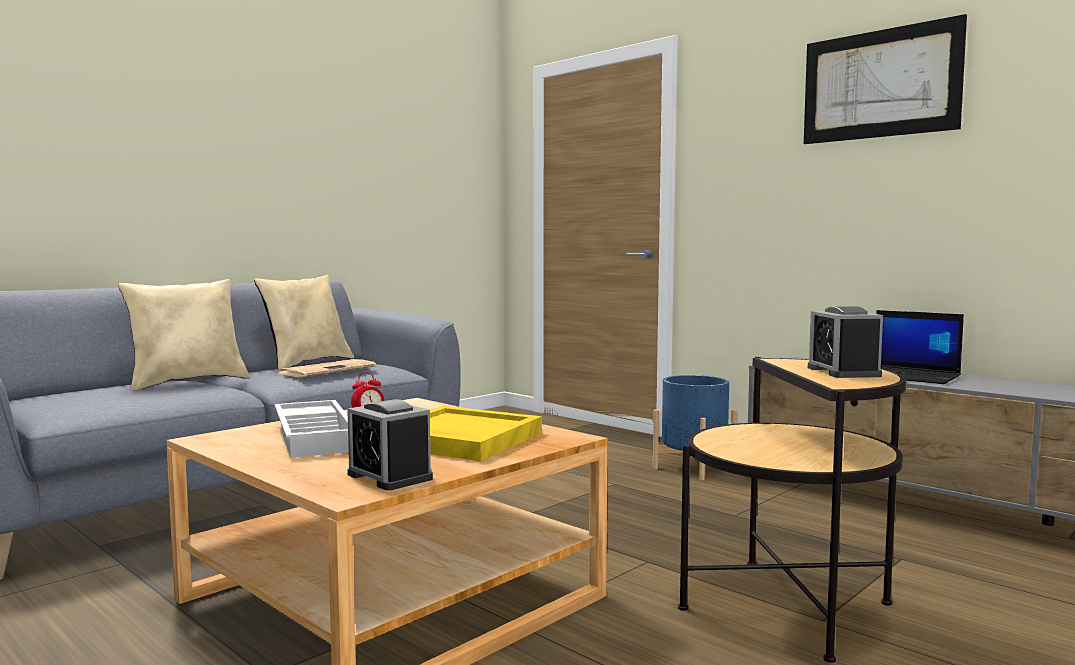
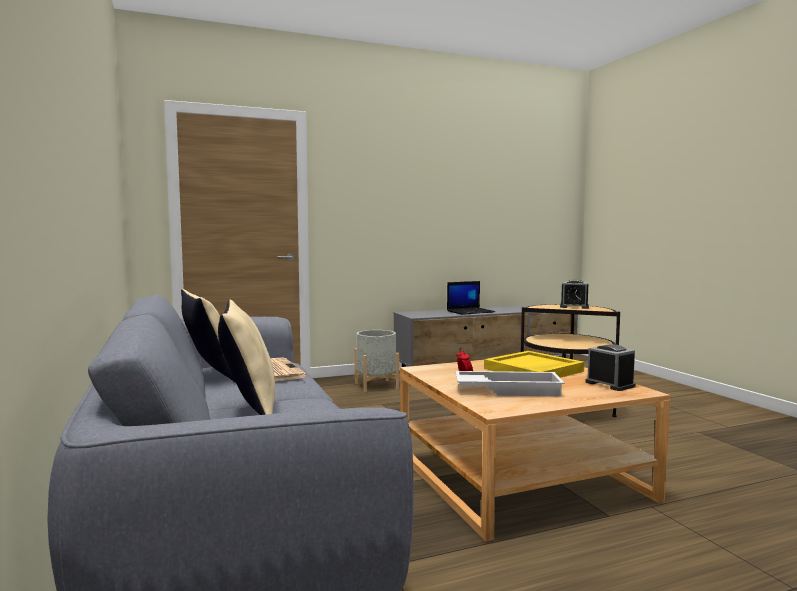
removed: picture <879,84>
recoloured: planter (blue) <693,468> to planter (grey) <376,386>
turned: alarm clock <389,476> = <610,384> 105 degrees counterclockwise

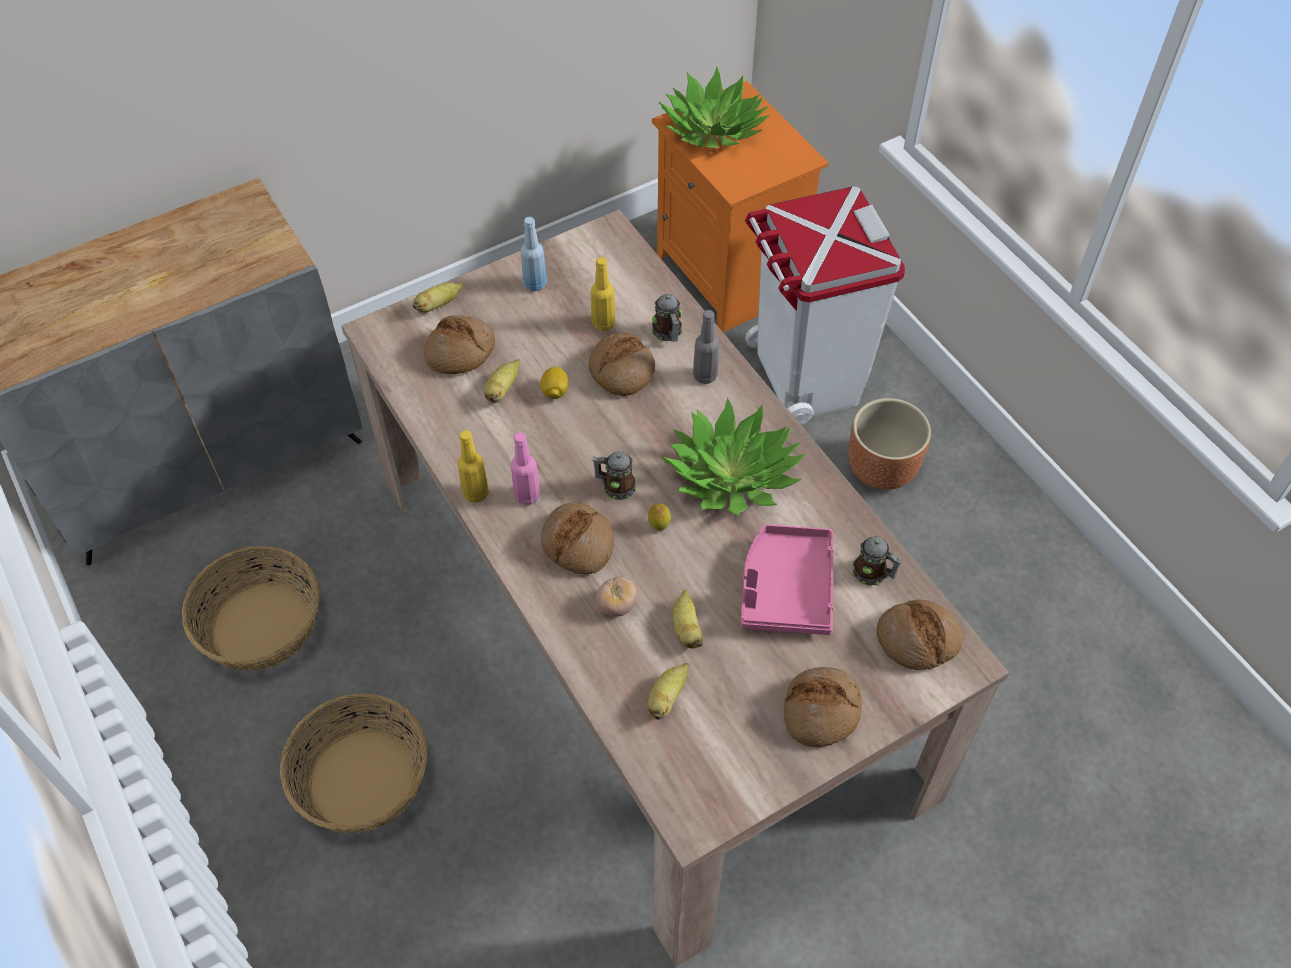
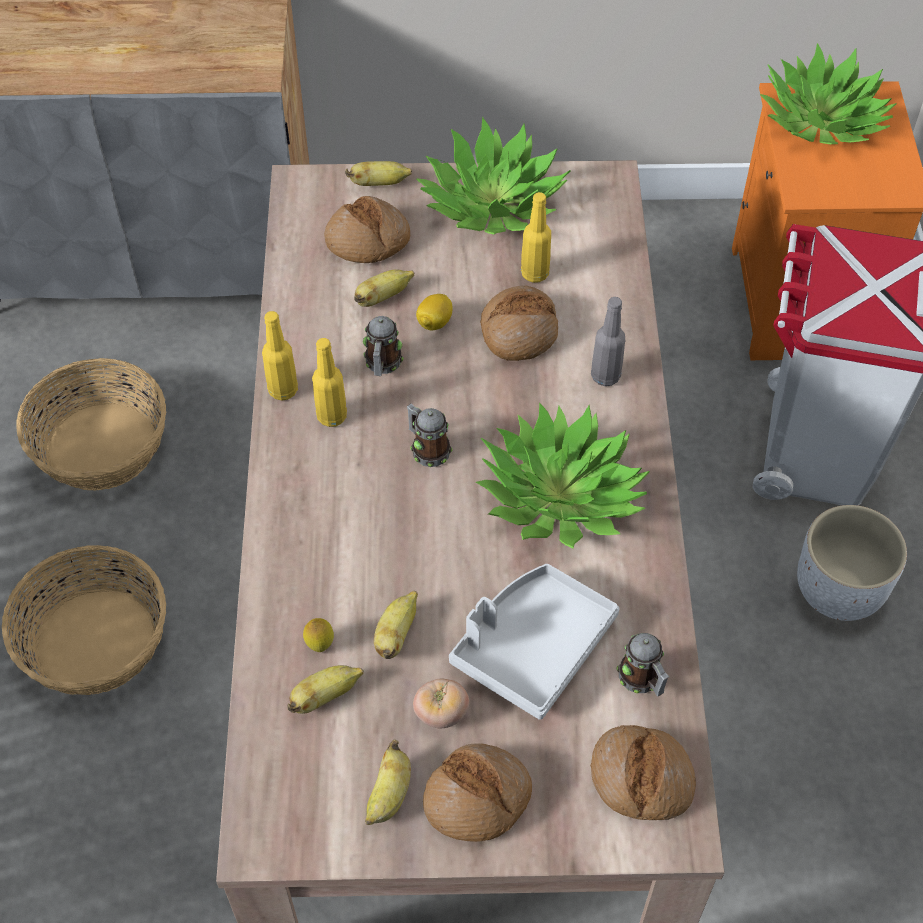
removed: bread <578,544>
added: banana <389,795>
moved: mug <668,333> to <382,364>; lemon <659,525> to <320,645>; tomato <617,606> to <441,713>
replaced: bottle (blue) <535,284> to potted plant <492,202>
recoloured: planter (brown) <882,468> to planter (white) <839,590>; bottle (pink) <527,495> to bottle (yellow) <331,416>; tray (pink) <786,588> to tray (grey) <532,646>

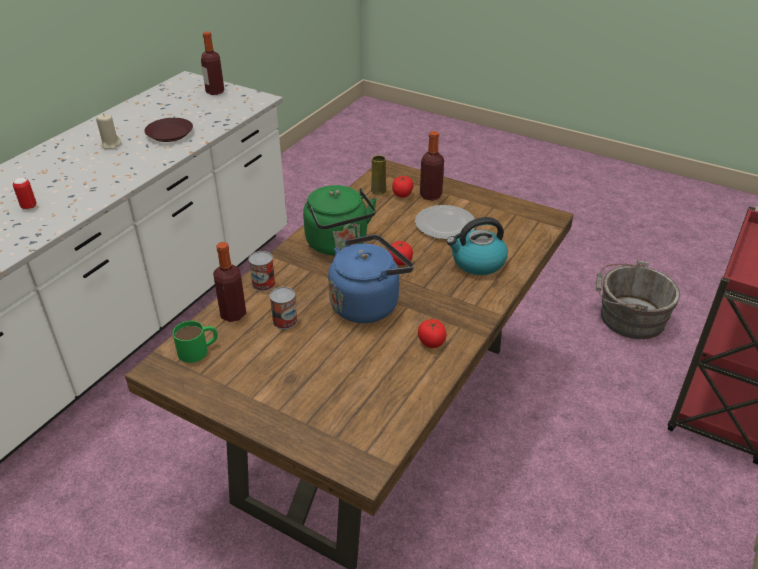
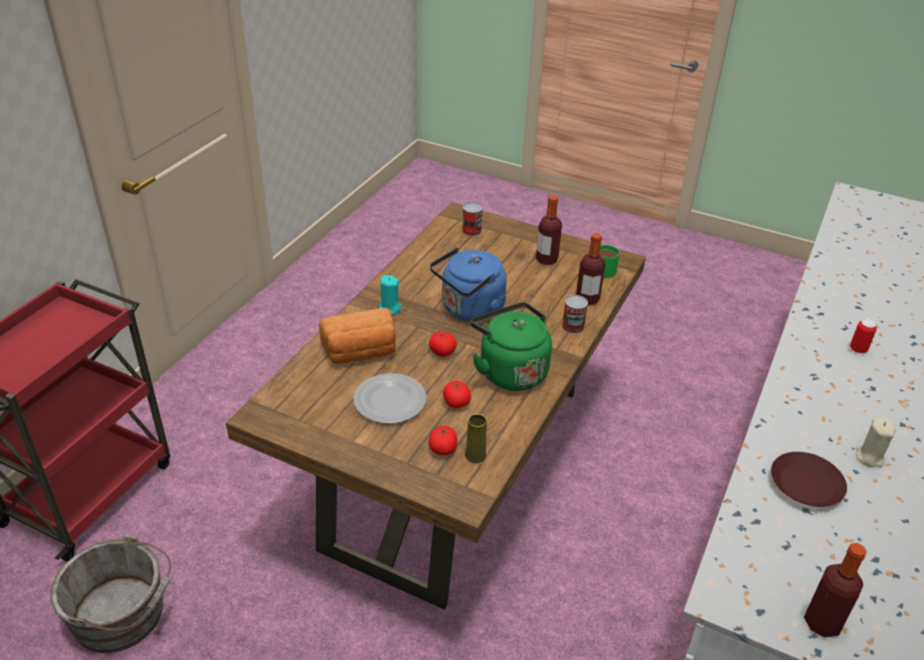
added: candle (turquoise) <389,308>
moved: bottle <430,195> to <546,259>; can <285,321> to <471,230>; tomato <431,342> to <456,403>
replaced: kettle <477,262> to bread <360,353>

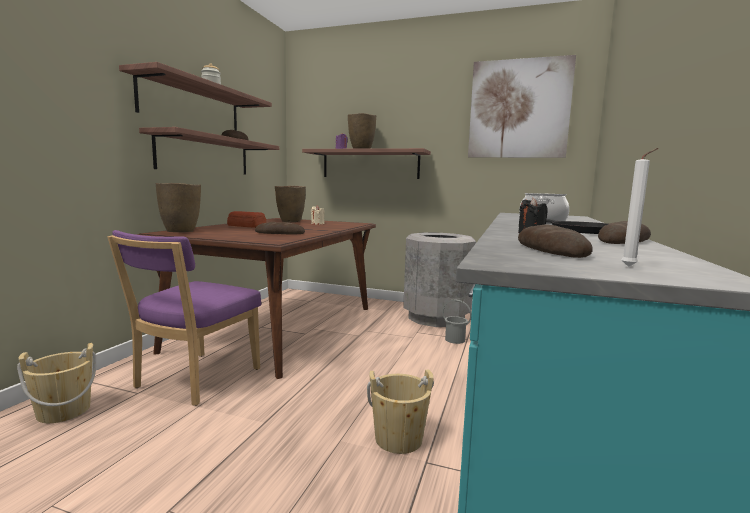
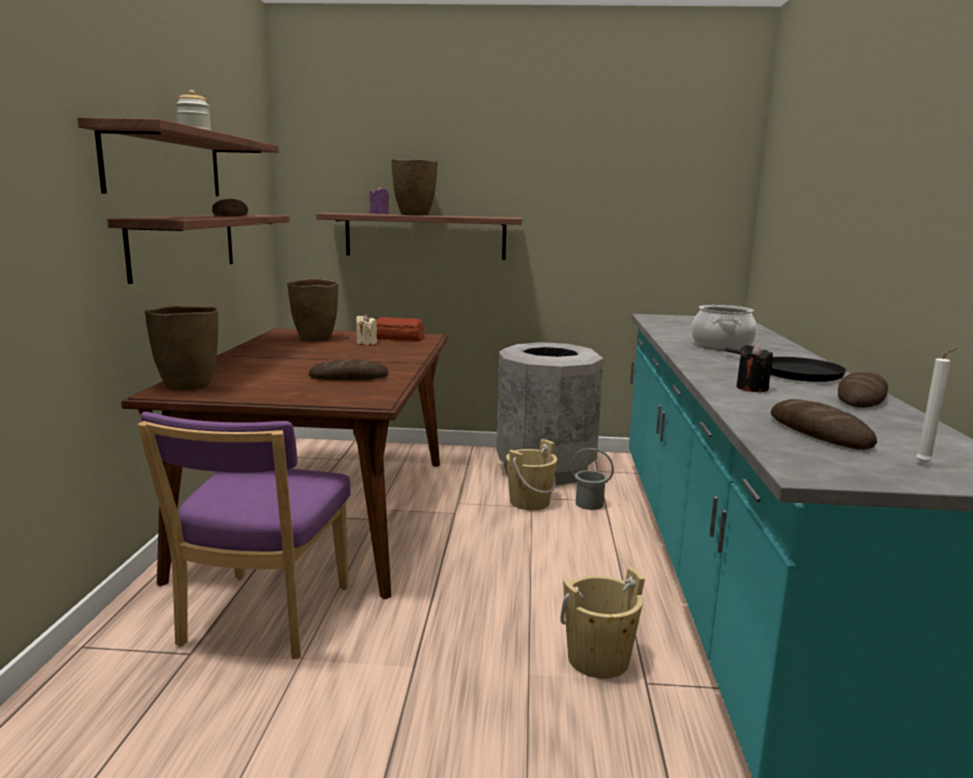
removed: picture <519,109>
moved: bread <246,226> to <397,338>; bucket (beige) <63,411> to <529,502>

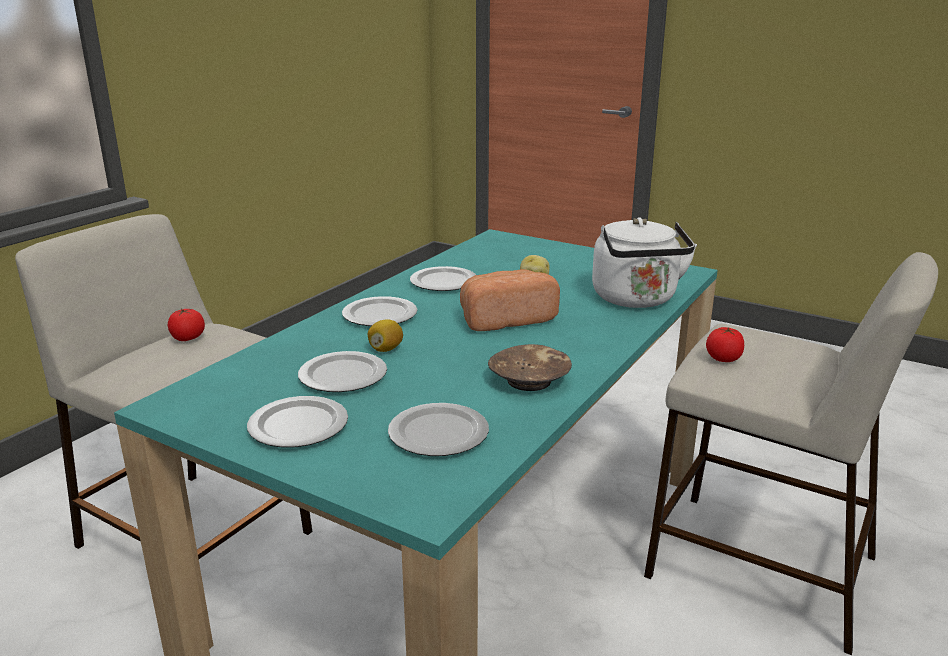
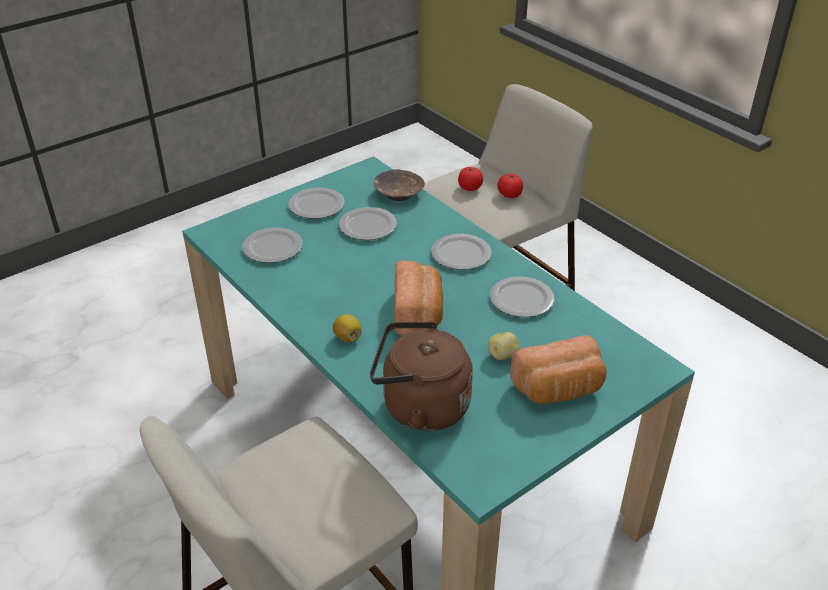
added: bread <559,389>
moved: lemon <385,349> to <348,337>; tomato <723,358> to <470,187>; bowl (brown) <530,380> to <398,194>
recoloured: kettle (white) <636,300> to kettle (brown) <420,407>

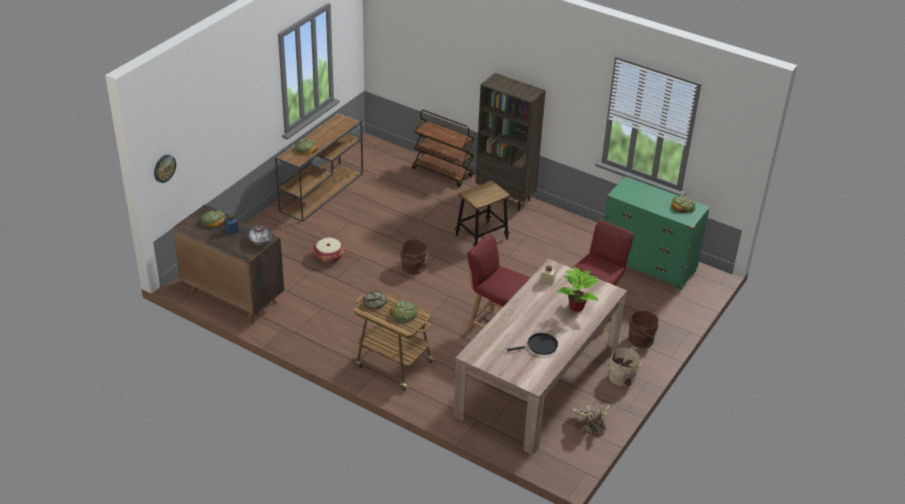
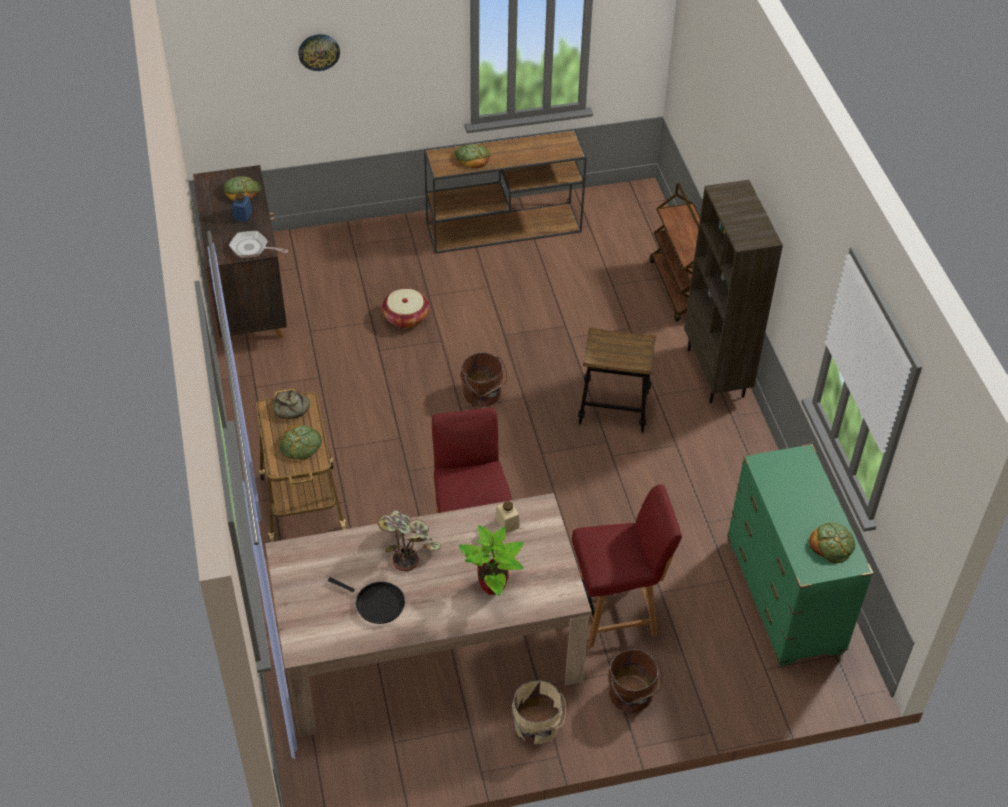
moved: wall clock <164,168> to <319,51>; potted plant <589,423> to <407,547>
replaced: bowl <261,241> to frying pan <252,248>

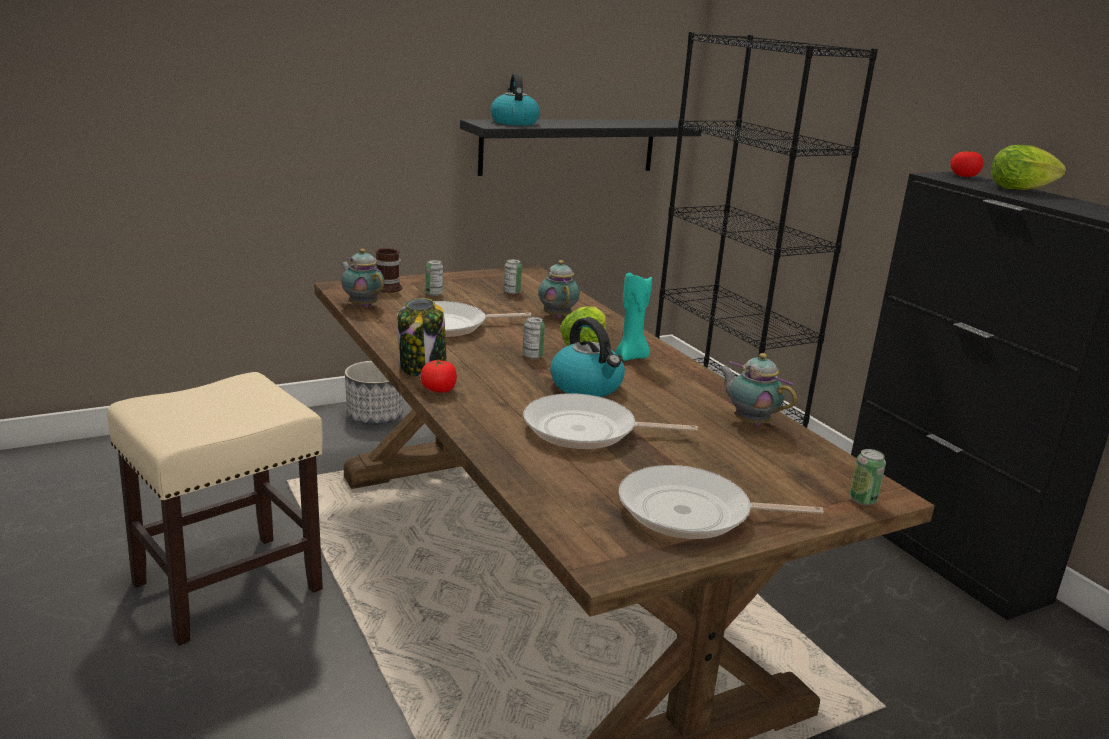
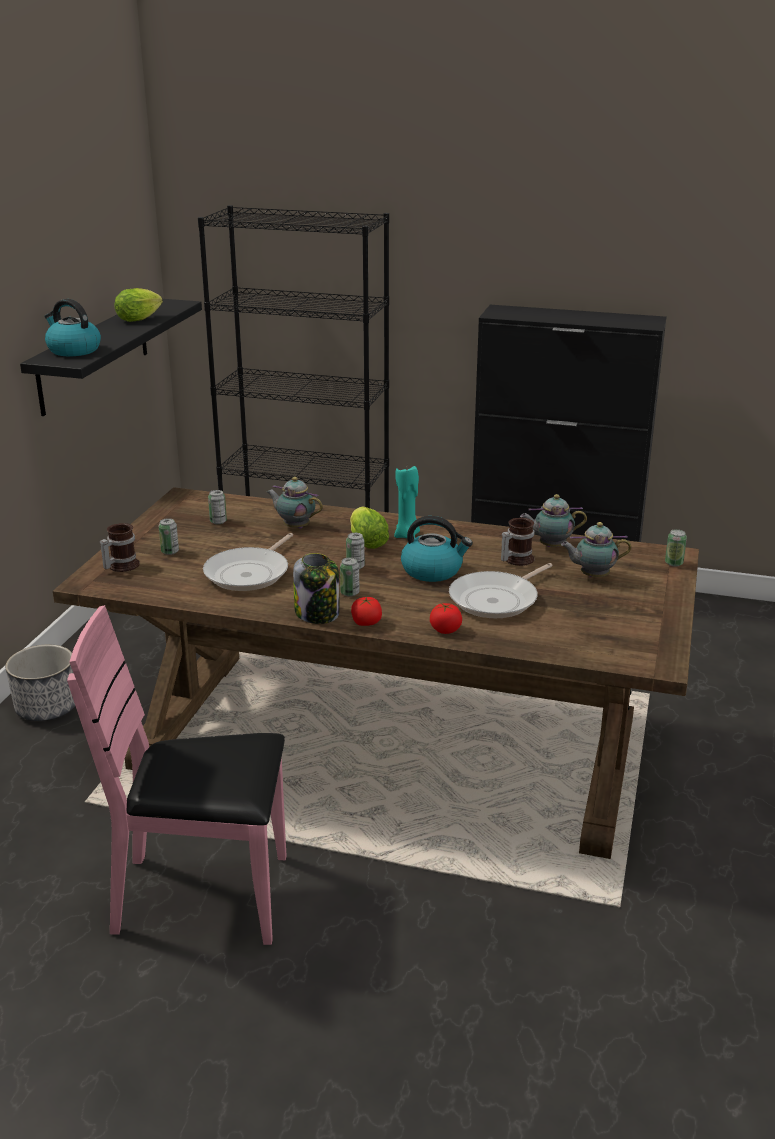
removed: frying pan <692,513>
added: mug <515,559>; can <350,593>
moved: lettuce <1023,189> to <141,319>; tomato <964,176> to <445,630>; teapot <362,305> to <592,576>
replaced: stool (beige) <230,585> to chair (pink) <204,896>

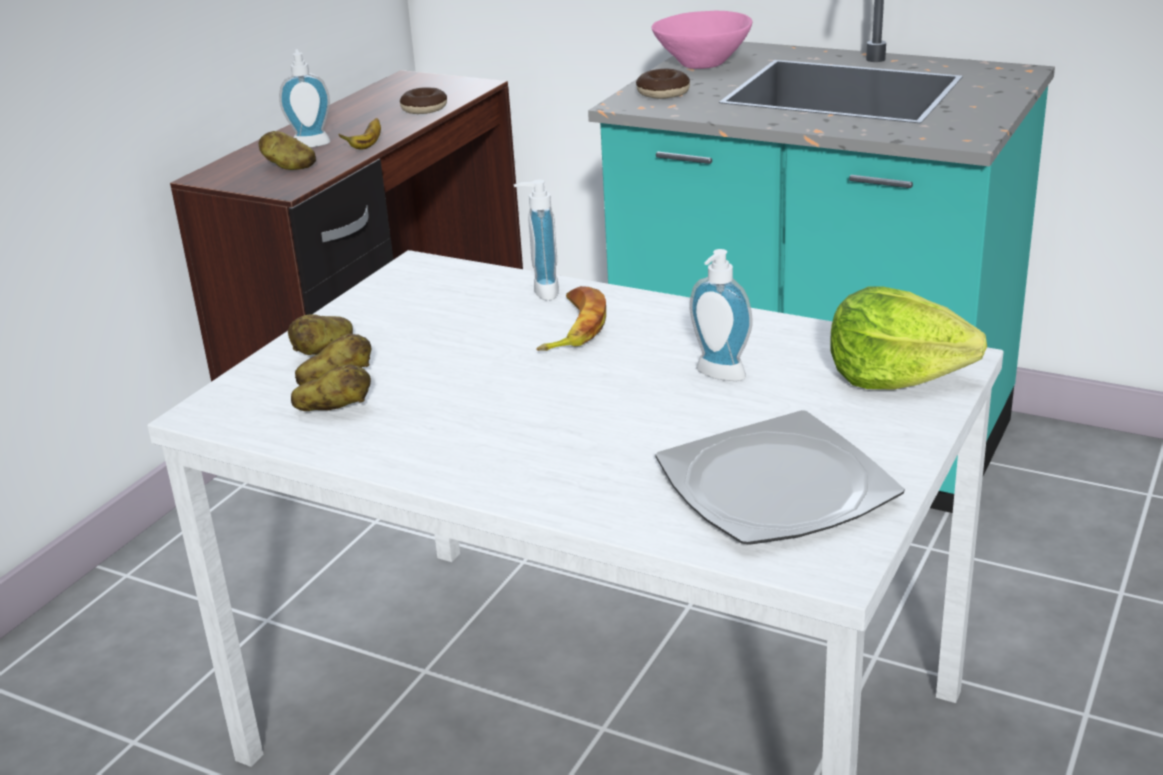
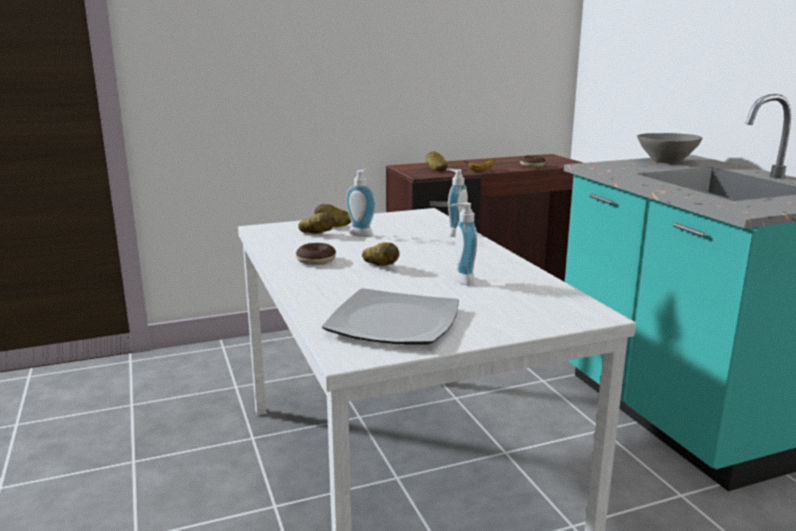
removed: banana <572,328>; lettuce <896,375>
moved: soap dispenser <311,143> to <362,234>; donut <663,93> to <316,260>; potato <334,409> to <381,266>
recoloured: bowl (pink) <701,63> to bowl (grey) <665,161>

